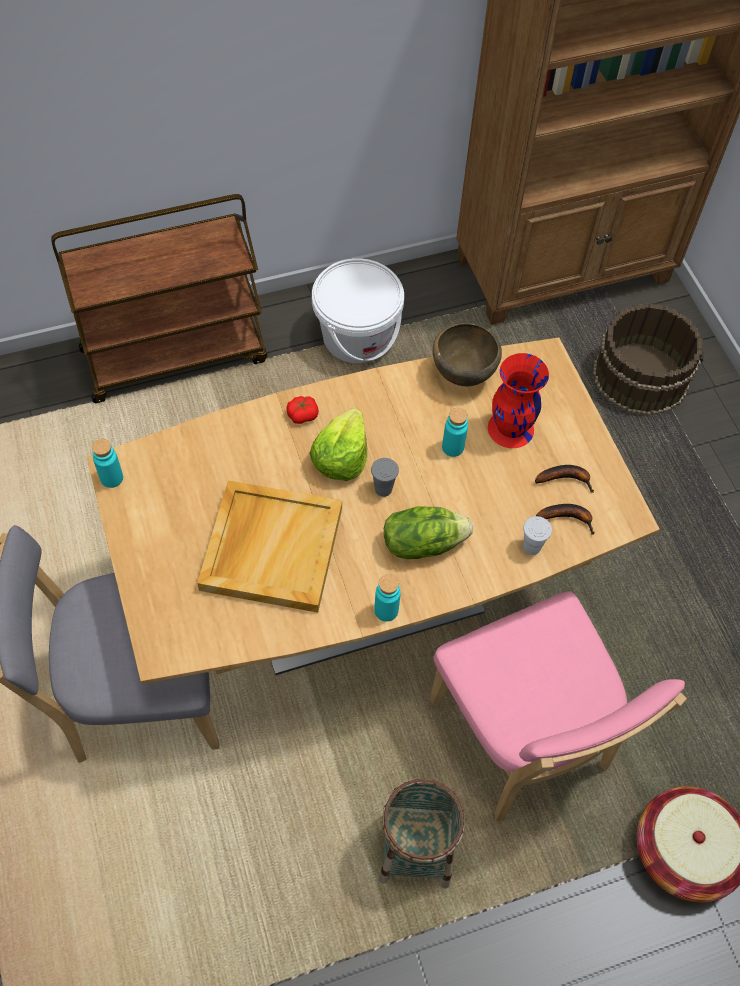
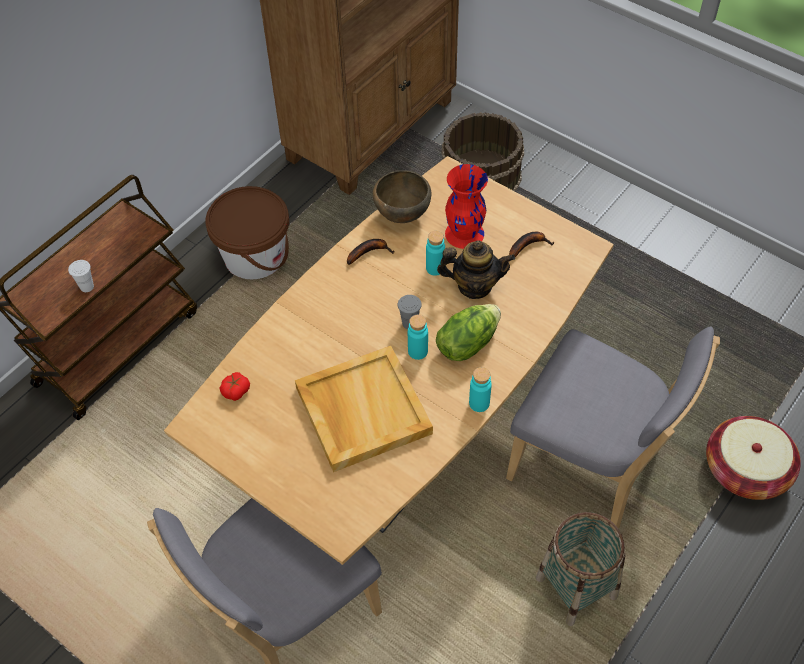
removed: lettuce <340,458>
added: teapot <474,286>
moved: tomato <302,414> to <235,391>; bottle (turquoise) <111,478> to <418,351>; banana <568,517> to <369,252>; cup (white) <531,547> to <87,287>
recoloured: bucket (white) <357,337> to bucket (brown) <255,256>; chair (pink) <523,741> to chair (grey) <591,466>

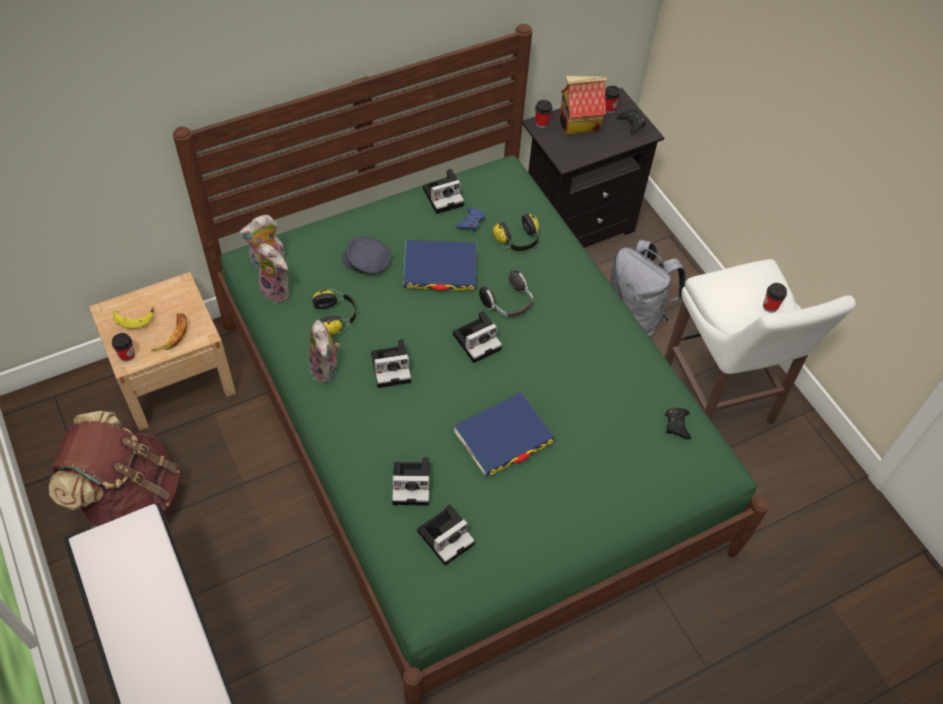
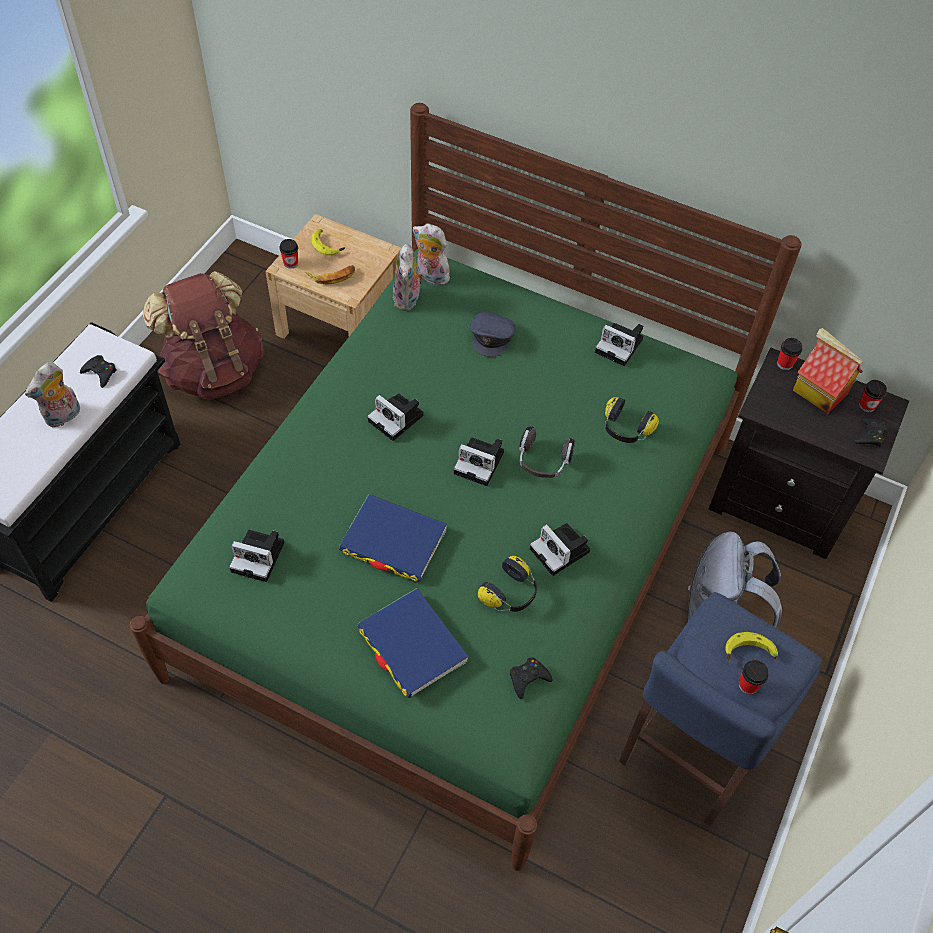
removed: game controller (blue) <471,222>
added: game controller (black) <100,373>; banana <749,654>
moved: book (blue) <440,268> to <412,645>; headphones <336,317> to <510,593>; plush toy <326,369> to <63,417>; photo camera <413,484> to <561,551>
recoloured: stool (white) <718,401> to stool (blue) <687,755>
turned: cap (grey) <367,262> = <492,336> 150 degrees counterclockwise

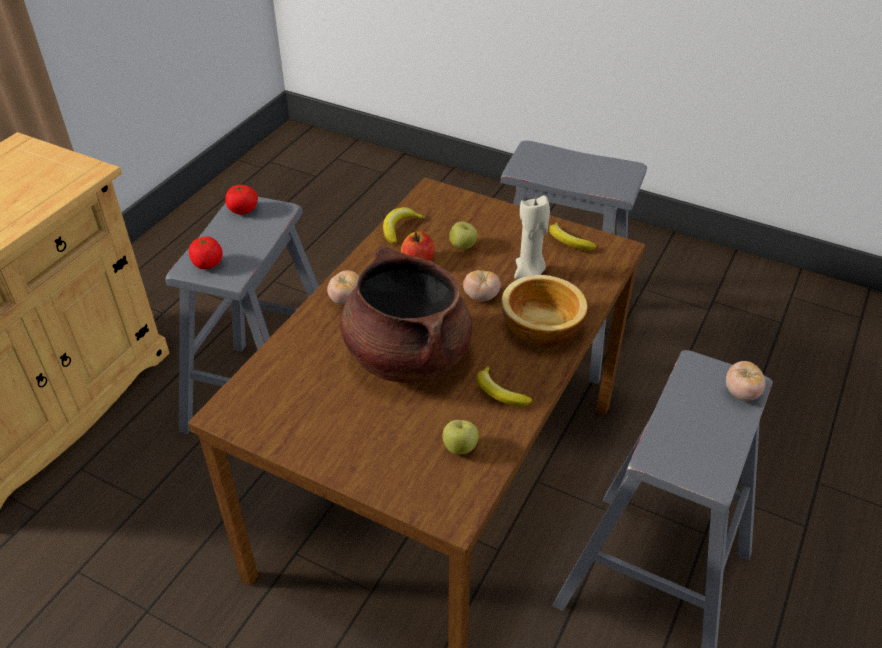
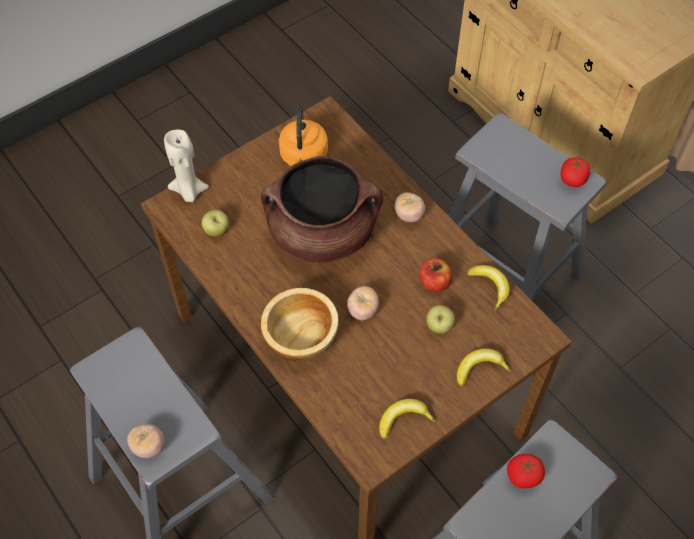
added: kettle (orange) <303,157>
moved: candle (beige) <530,274> to <189,191>; tomato <207,263> to <523,476>; banana <499,393> to <479,368>

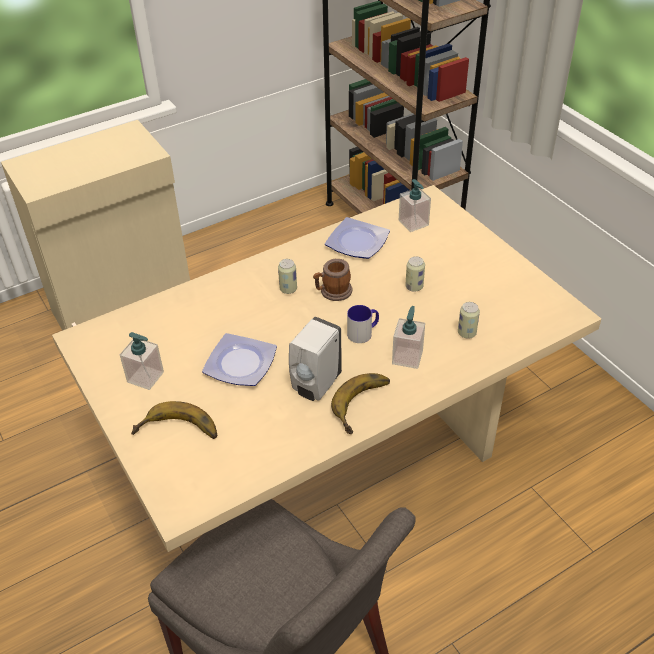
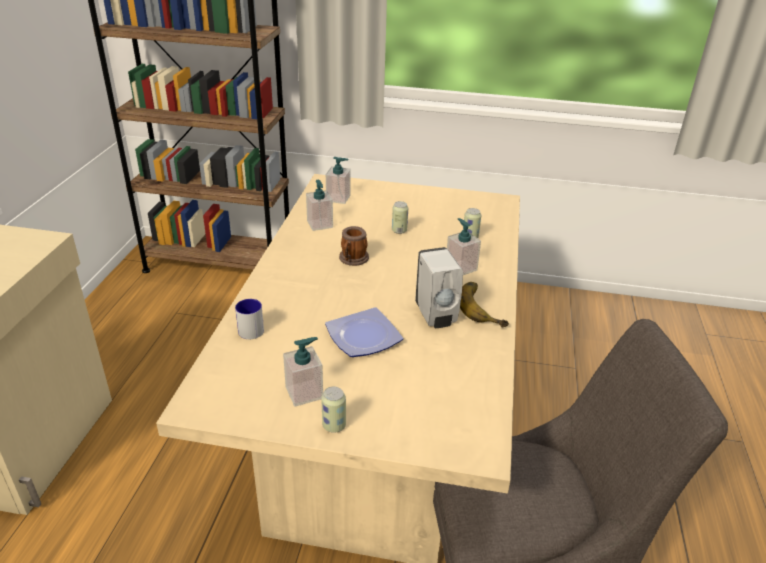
removed: banana <177,433>
moved: can <288,289> to <334,425>; mug <363,332> to <252,328>
replaced: plate <358,242> to soap dispenser <320,224>

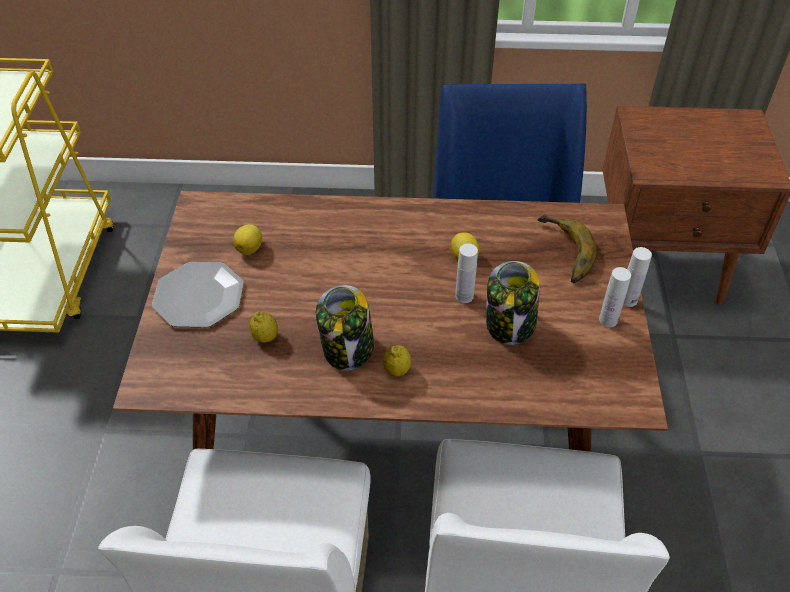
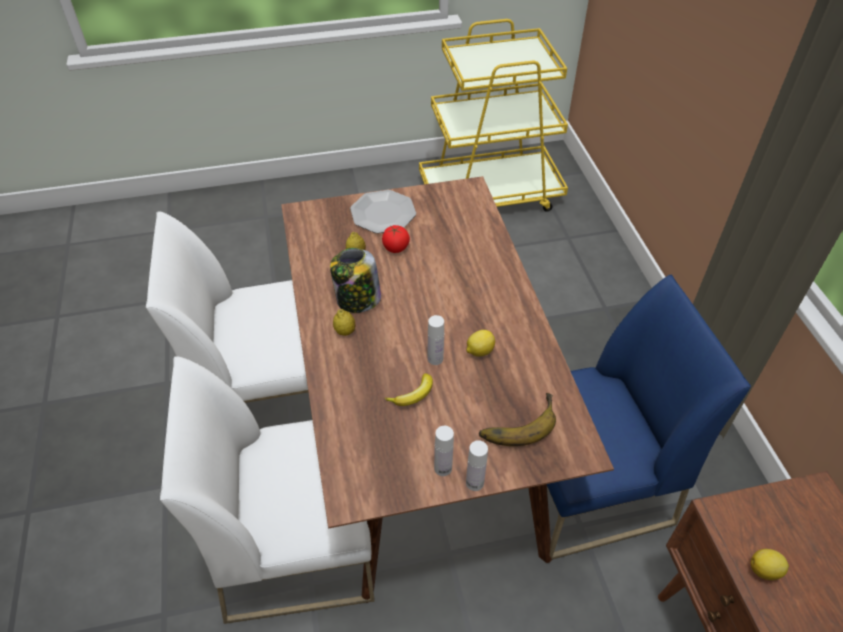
added: tomato <395,247>
moved: lemon <250,248> to <765,570>
replaced: jar <510,325> to banana <413,395>

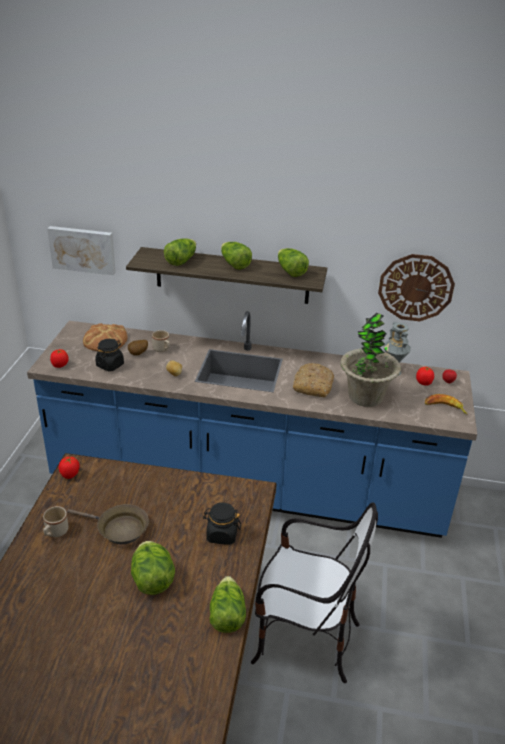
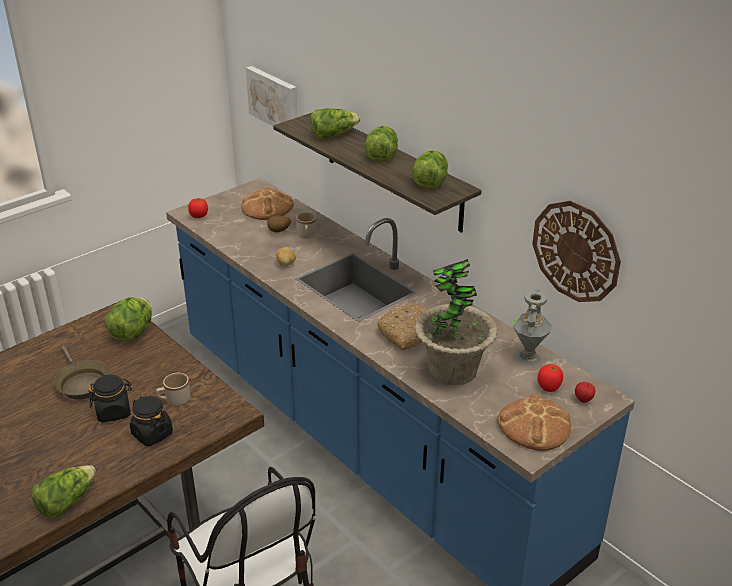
removed: tomato <70,475>
moved: jar (black) <110,365> to <114,412>; mug (beige) <55,533> to <174,400>; lettuce <152,580> to <132,333>
replaced: banana <444,407> to bread <534,426>

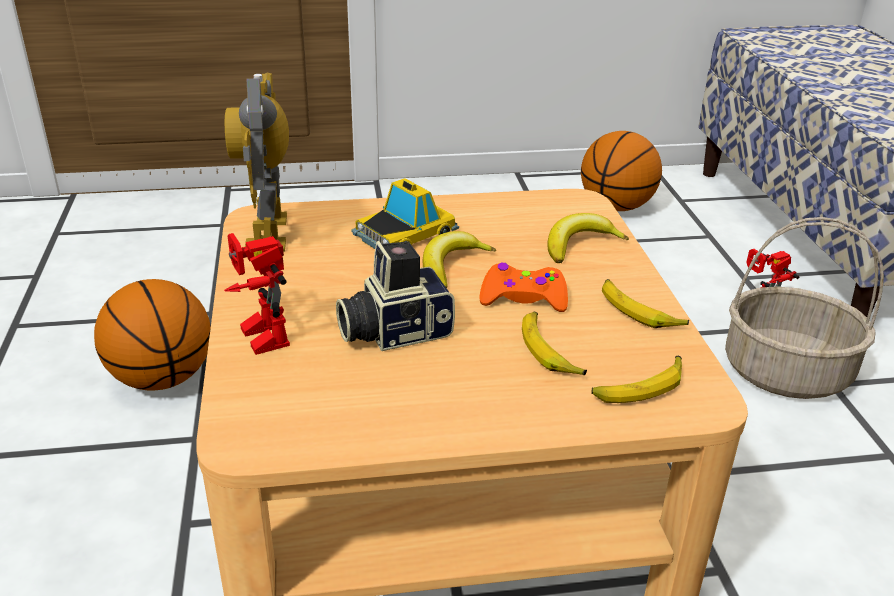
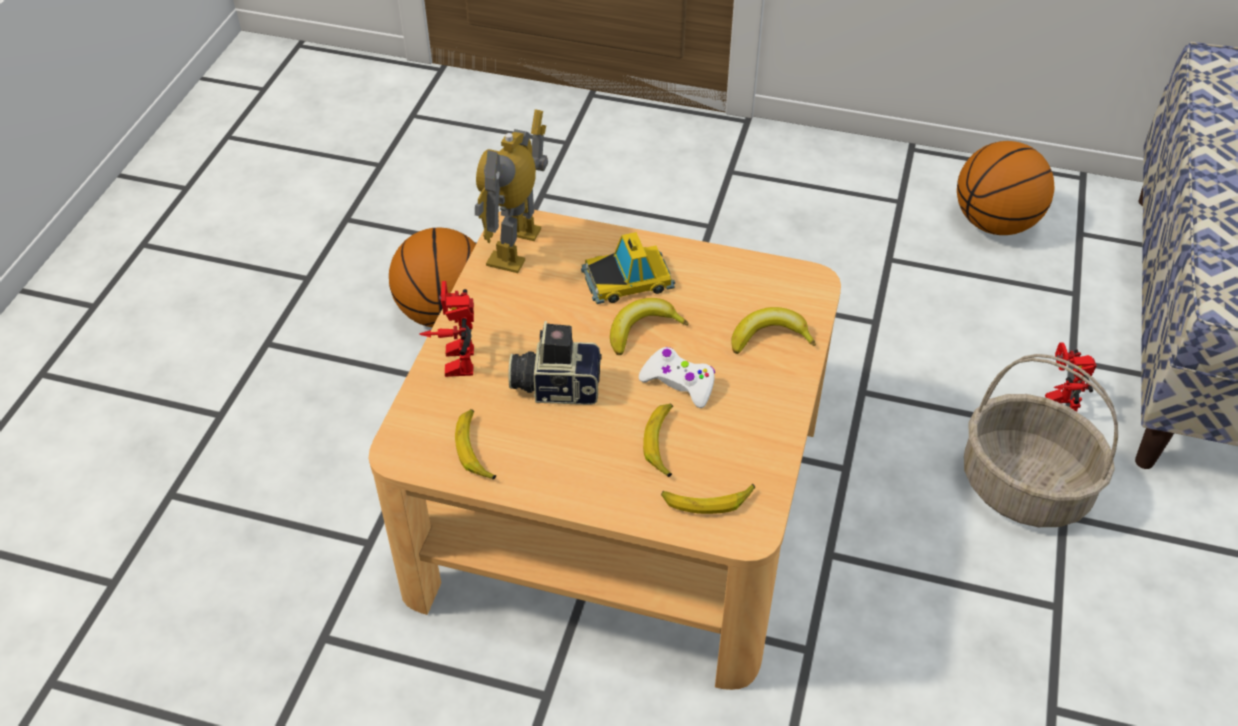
moved: banana <639,311> to <475,449>
recoloured: game controller (orange) <523,298> to game controller (white) <679,383>

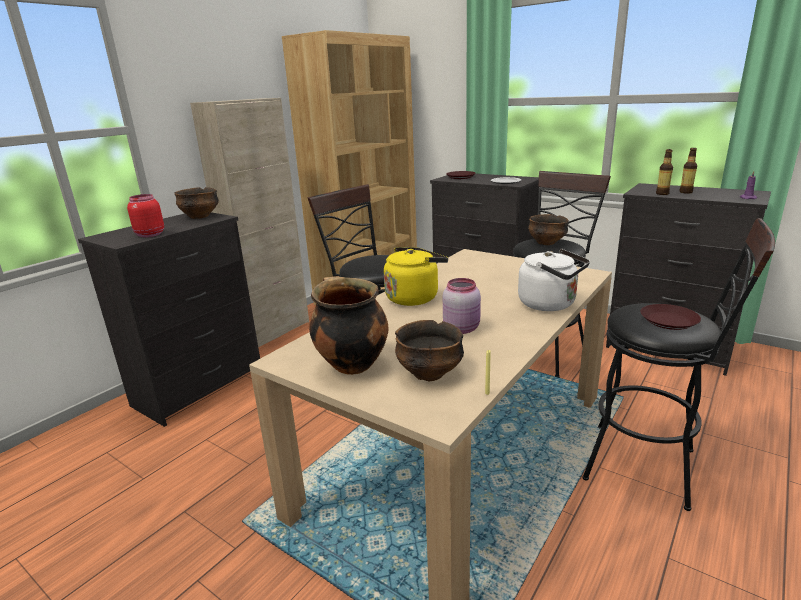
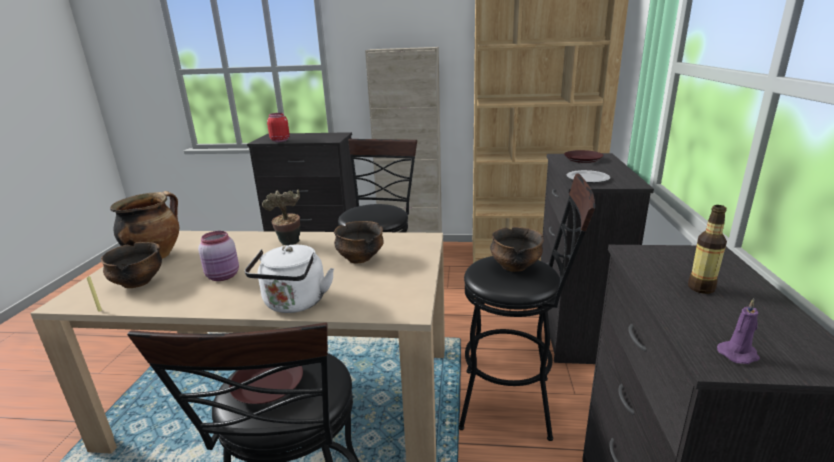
removed: bottle <662,194>
moved: bowl <200,216> to <360,258>
replaced: kettle (yellow) <414,297> to potted plant <289,244>

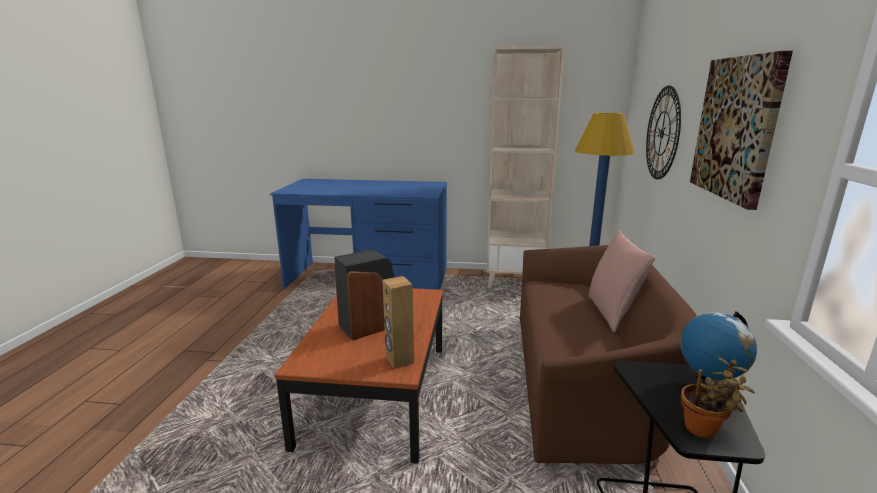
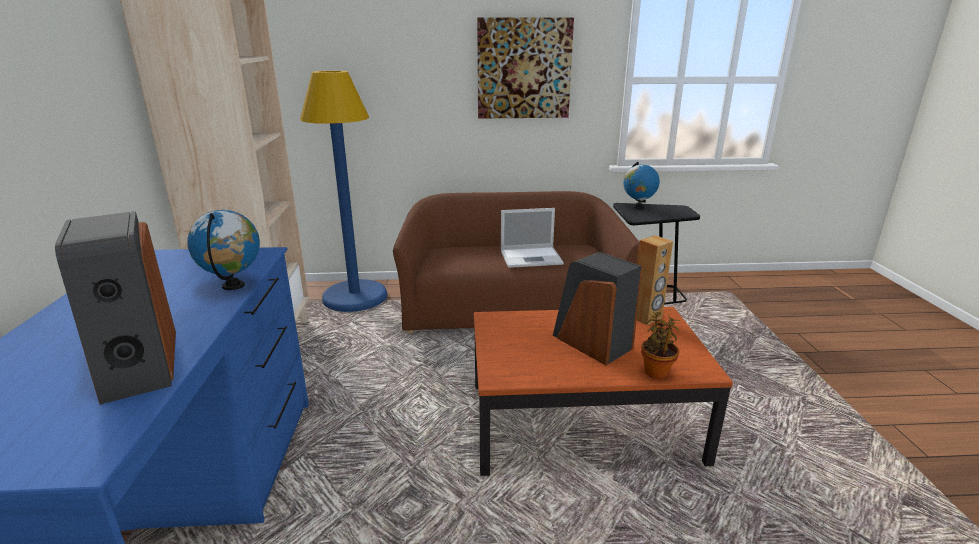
removed: wall clock <662,133>; pillow (pink) <612,313>
added: laptop <532,257>; globe <234,286>; speaker <138,364>
moved: potted plant <704,430> to <656,371>

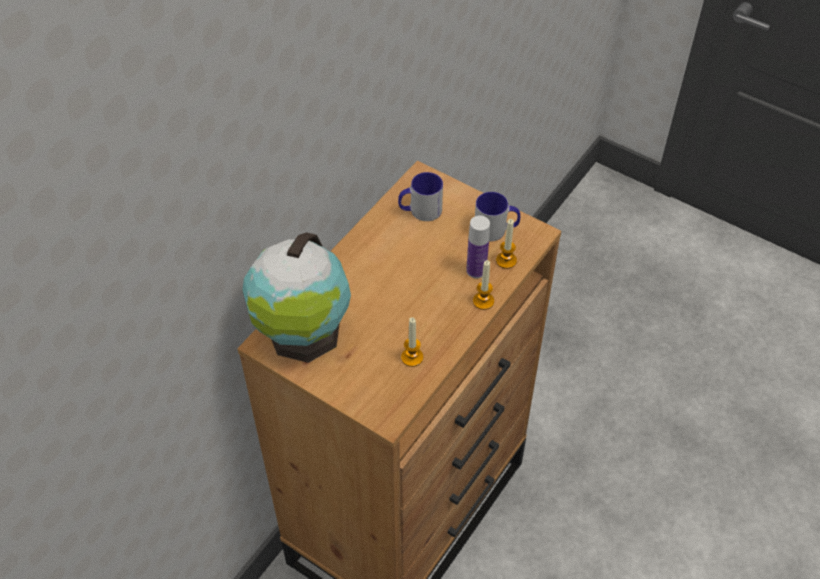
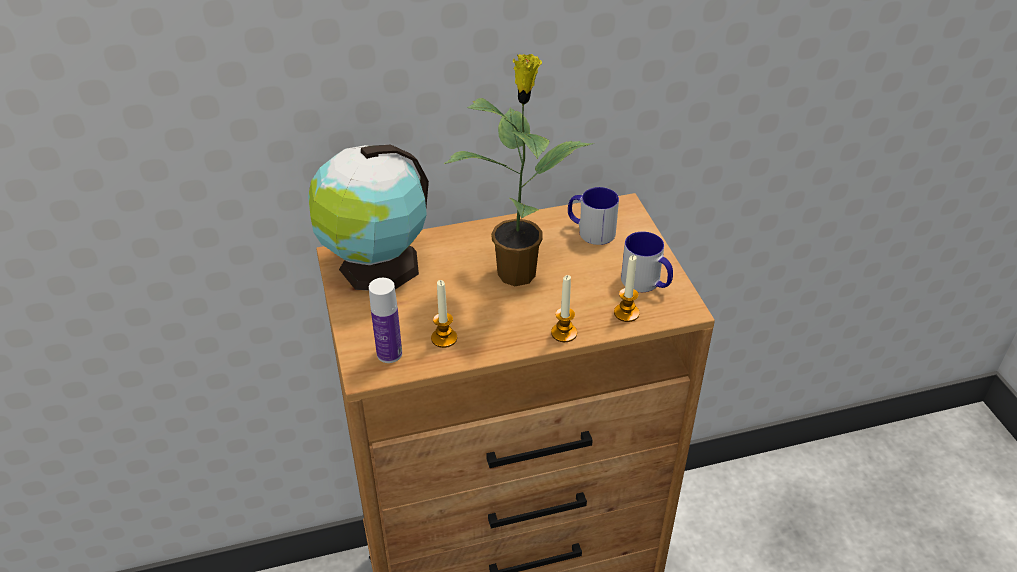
added: potted plant <518,271>
moved: bottle <476,270> to <389,354>

